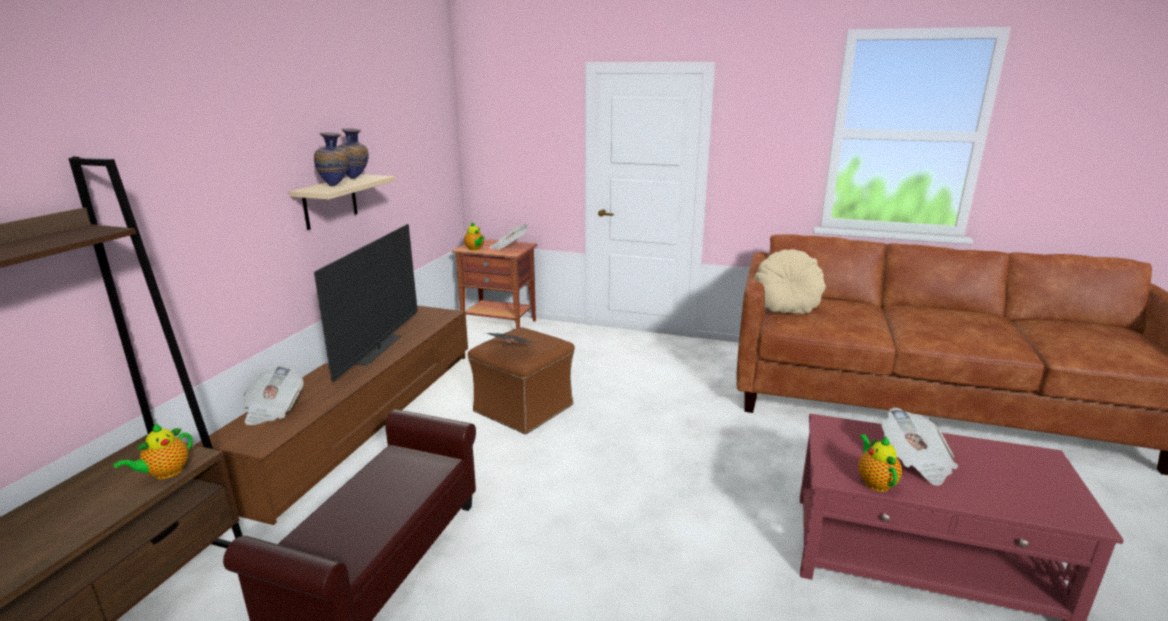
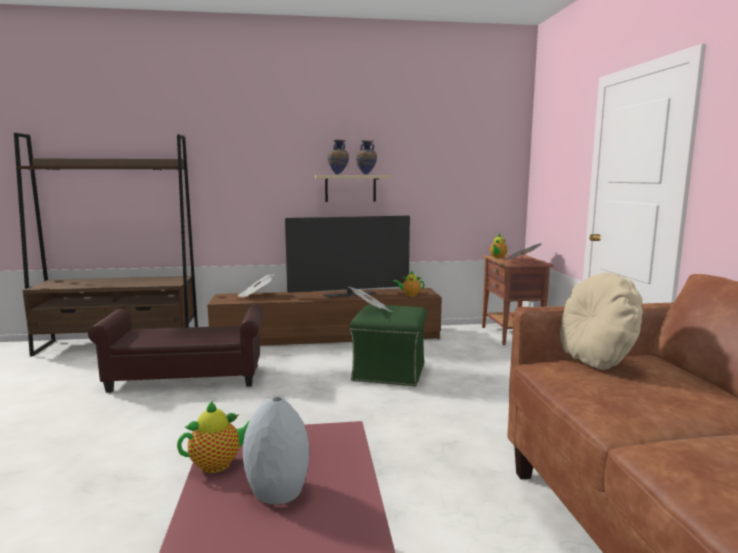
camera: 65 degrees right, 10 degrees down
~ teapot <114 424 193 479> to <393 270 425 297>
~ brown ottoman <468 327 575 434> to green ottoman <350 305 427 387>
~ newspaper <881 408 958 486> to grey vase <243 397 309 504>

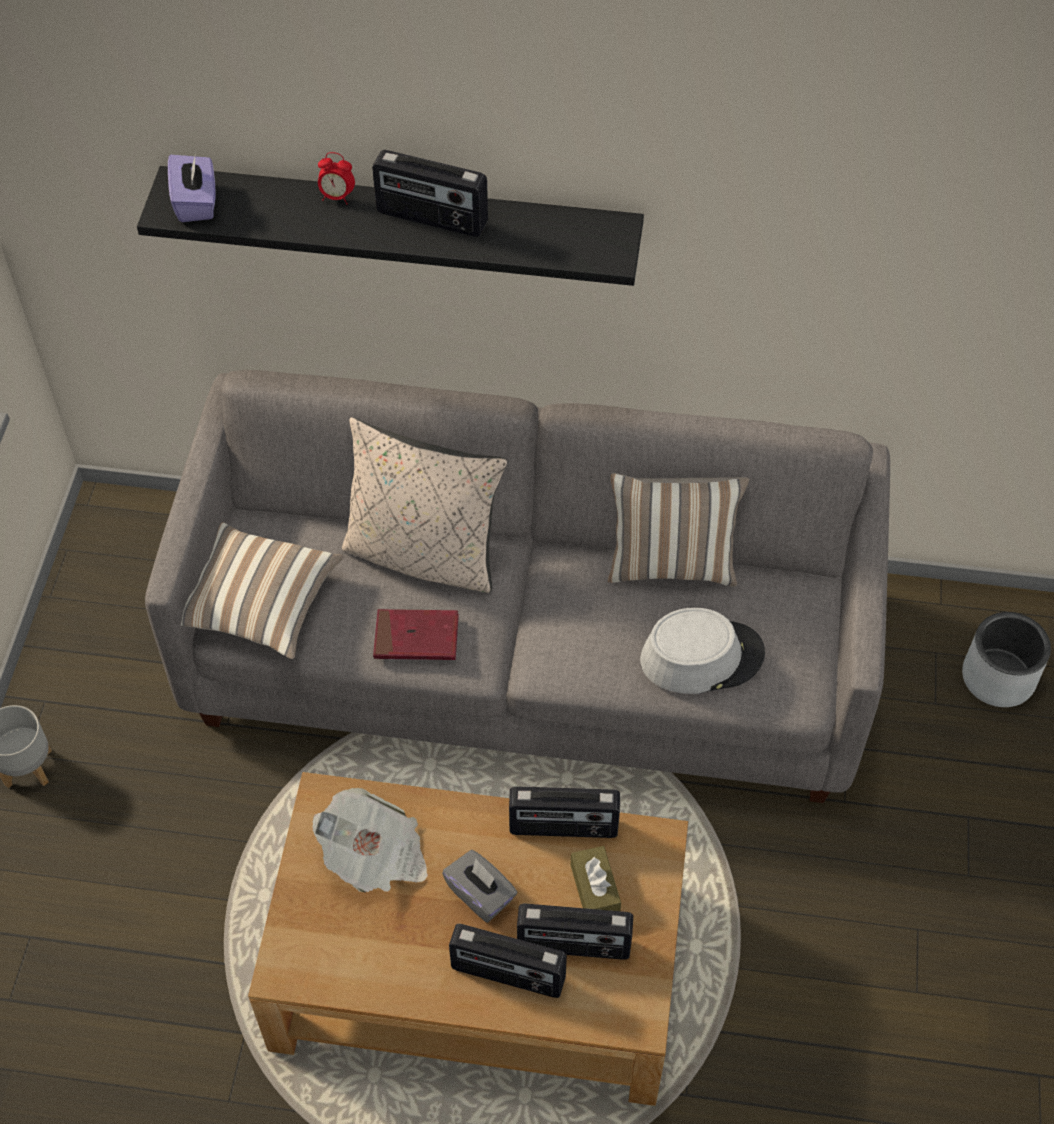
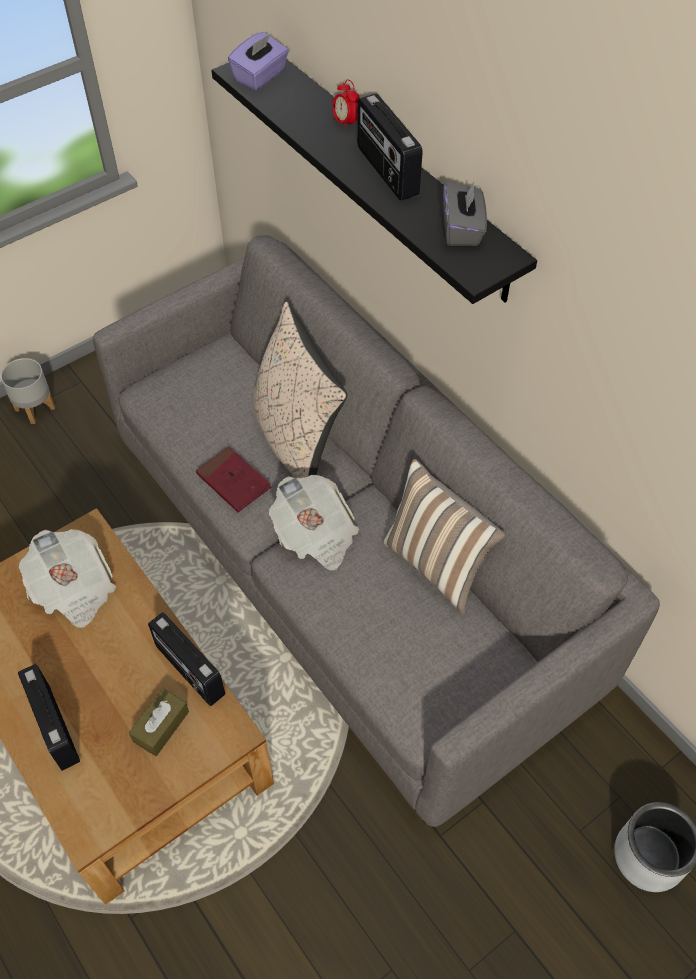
camera: 45 degrees right, 0 degrees up
- pillow <181 522 344 659>
~ grey tissue box <442 850 518 923> to <443 182 487 246>
- radio <517 904 633 960>
- grey hat <640 607 765 694>
+ newspaper <269 475 359 571>

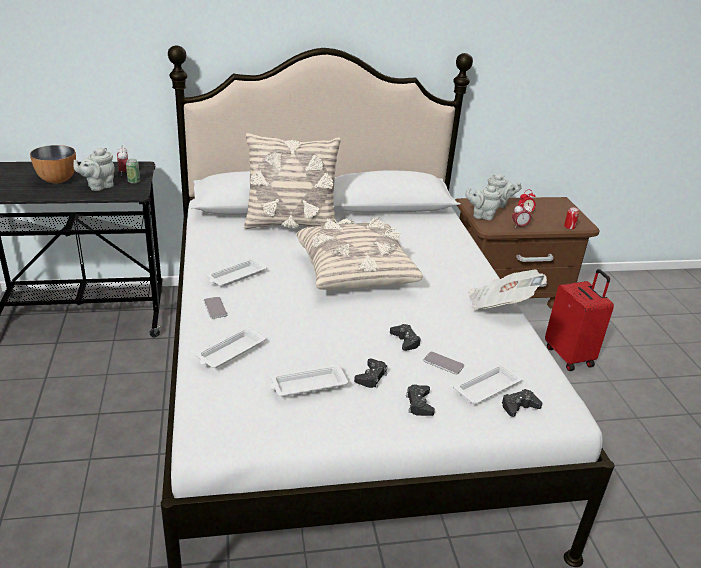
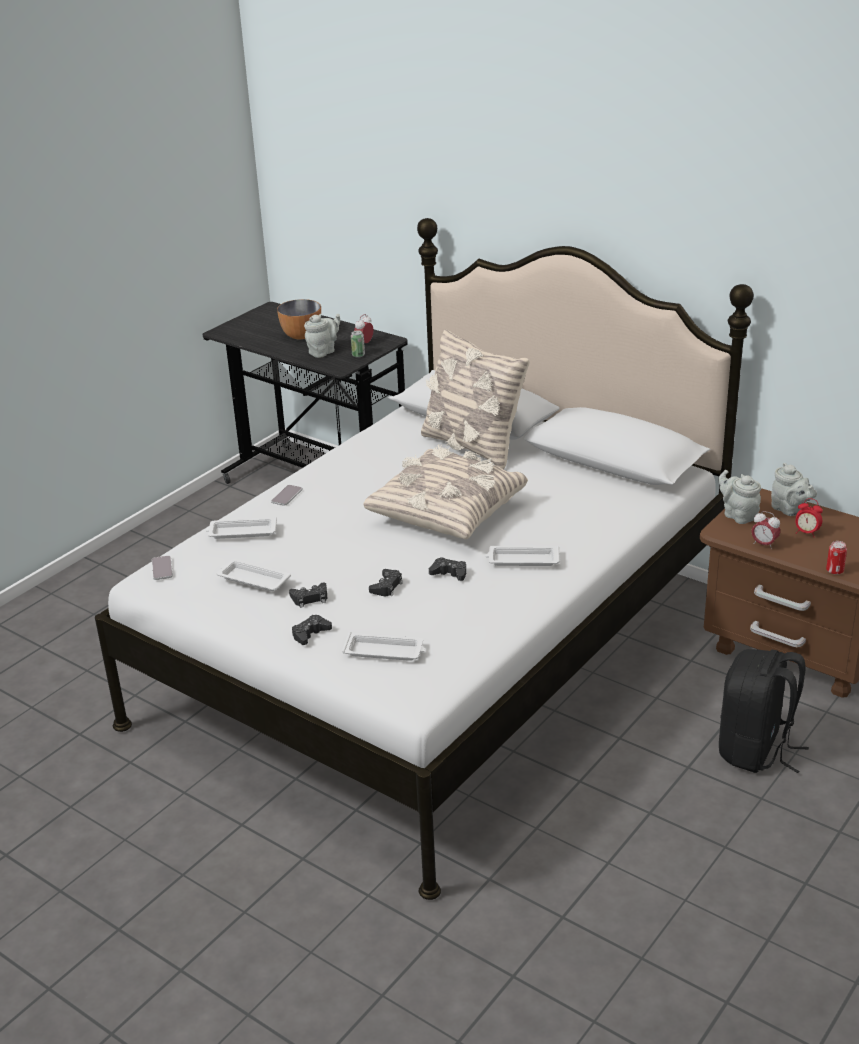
camera: 50 degrees right, 0 degrees up
~ grey teapot <73 147 115 191> = <304 314 340 358> 135 degrees clockwise
~ white tray <206 257 267 287> to <485 546 560 566>
~ phone <424 351 464 375> to <152 555 173 580>
- newspaper <468 270 547 310>
~ black game controller <502 389 543 417> to <429 557 466 581>
~ red suitcase <545 269 614 371> to black backpack <719 649 809 773>

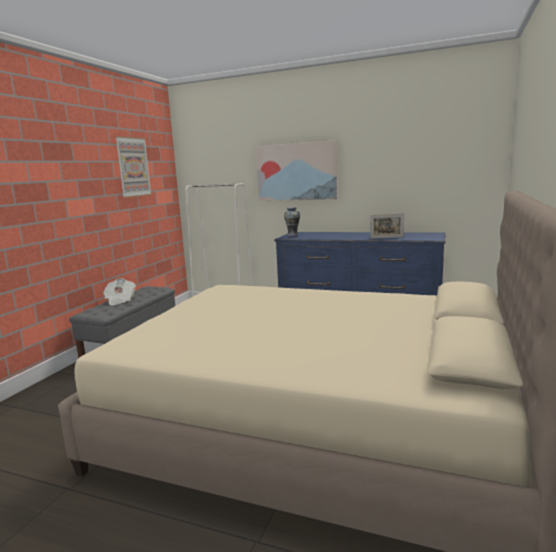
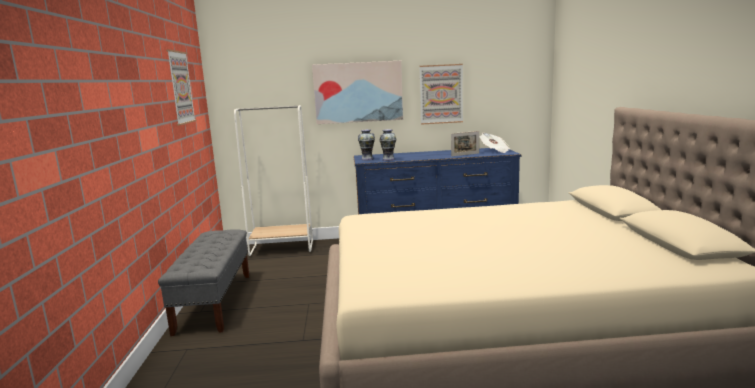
camera: 25 degrees left, 0 degrees up
~ newspaper <103 278 136 305> to <480 133 511 153>
+ vase <379 129 397 161>
+ picture <419 64 463 125>

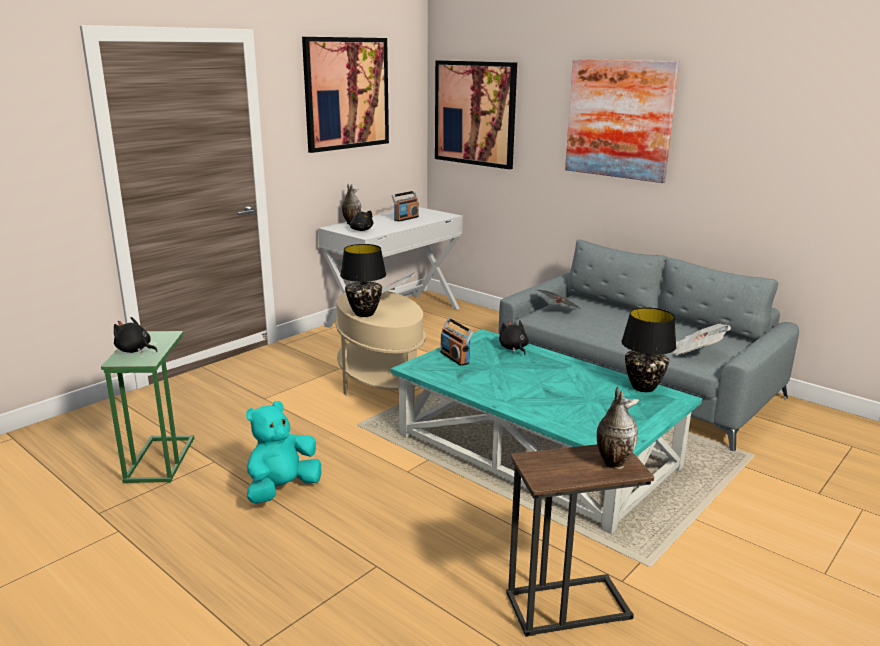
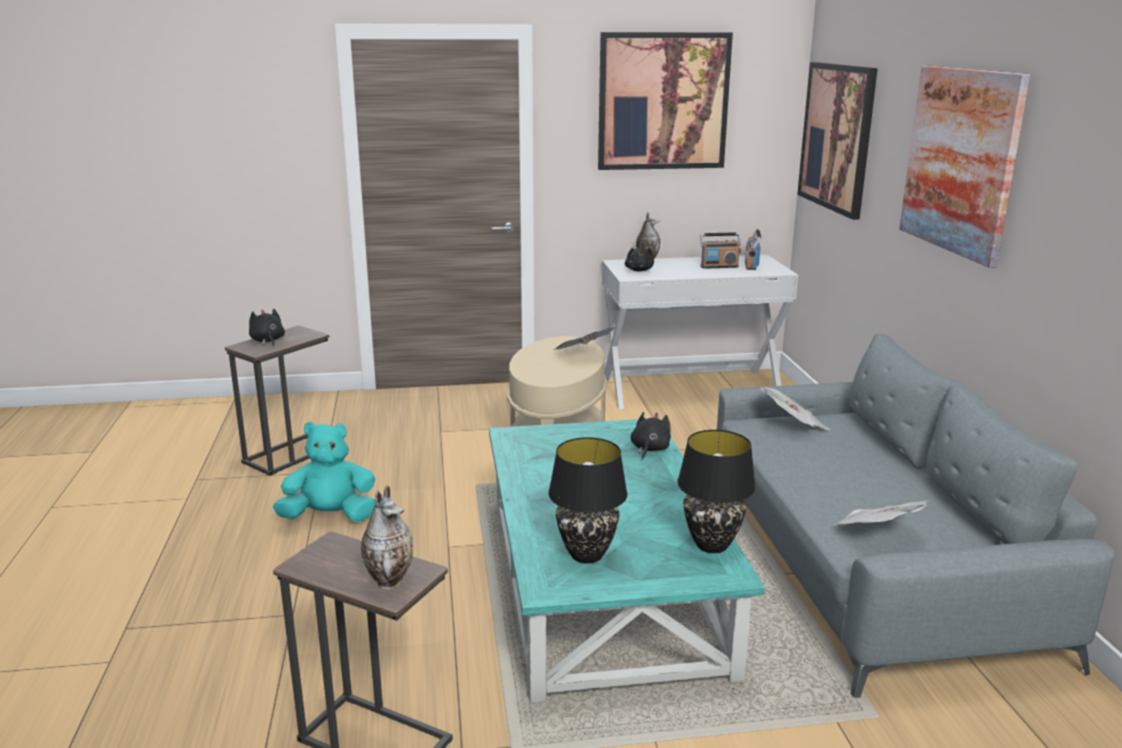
camera: 40 degrees right, 0 degrees up
~ green side table <101 331 194 483> to brown side table <225 325 329 476>
~ black table lamp <340 244 386 317> to <548 437 627 563>
~ radio <440 318 473 366> to <745 229 762 270>

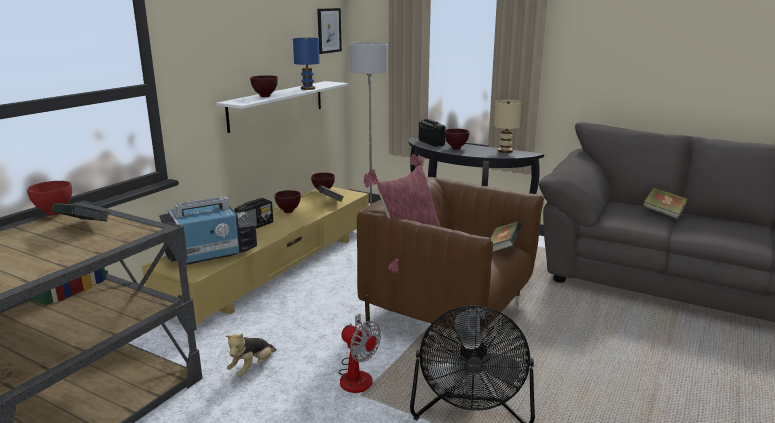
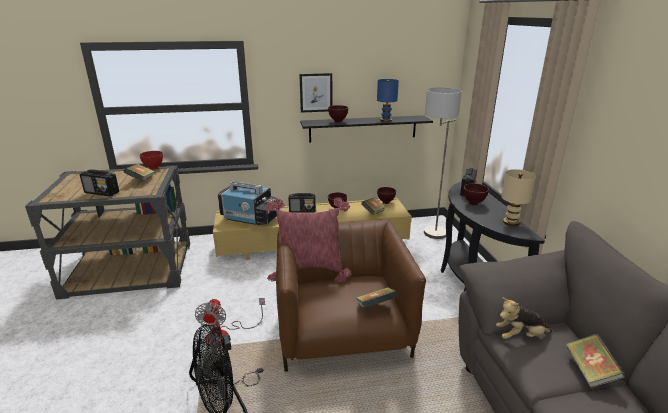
camera: 50 degrees right, 5 degrees up
~ white shelf <216 81 348 133> to black shelf <300 115 433 143>
~ plush toy <225 333 276 377> to <496 297 552 339>
~ picture <317 8 342 54> to <299 73 332 113>
+ radio <80 169 119 196>

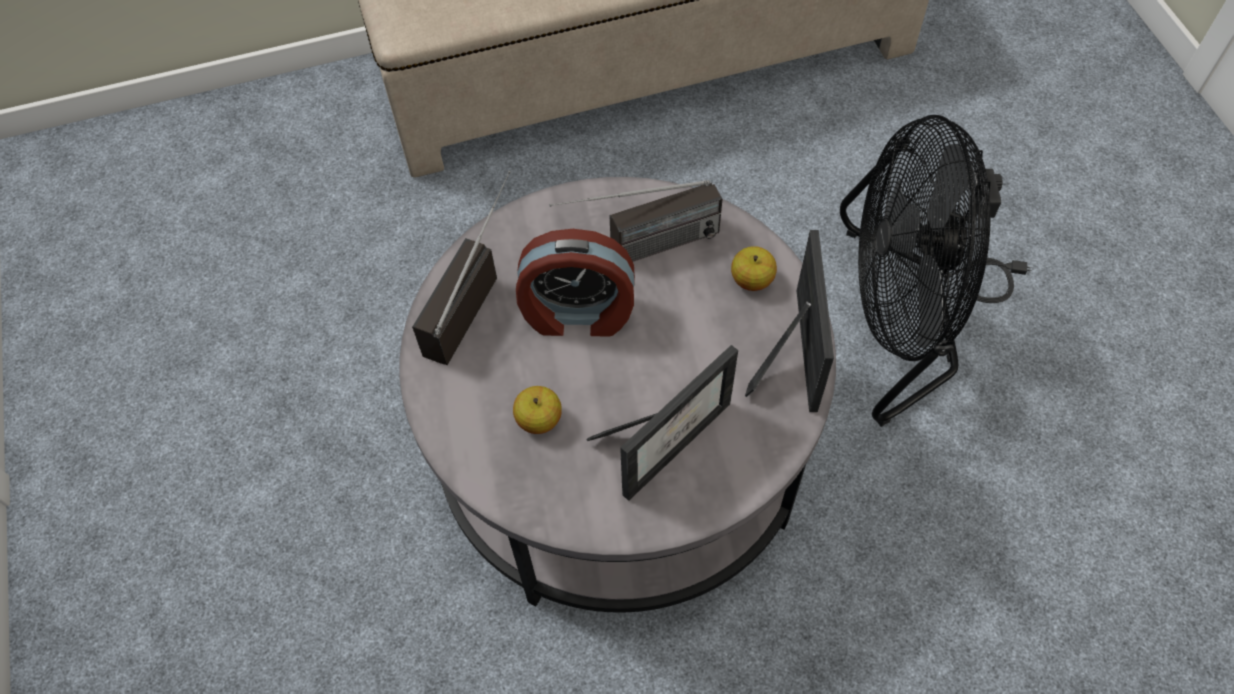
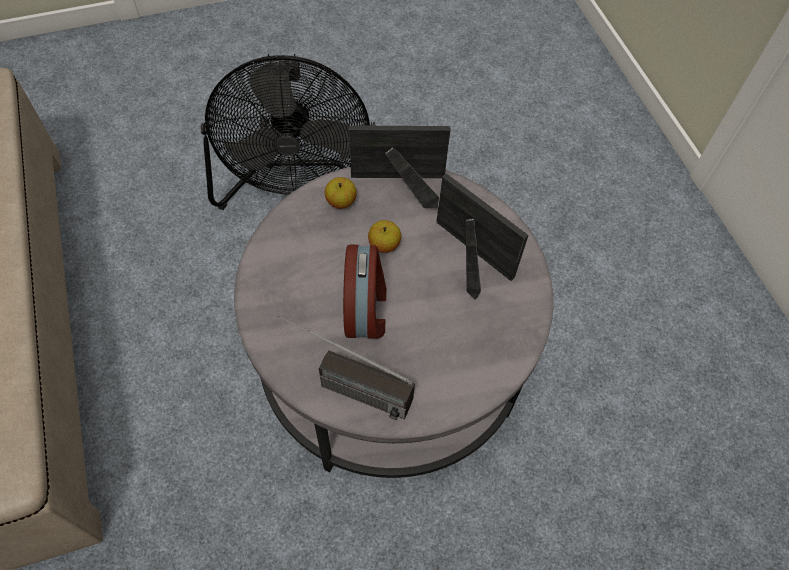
camera: 95 degrees left, 0 degrees up
~ apple <513 386 562 434> to <368 220 401 253>
- radio <549 180 723 261>

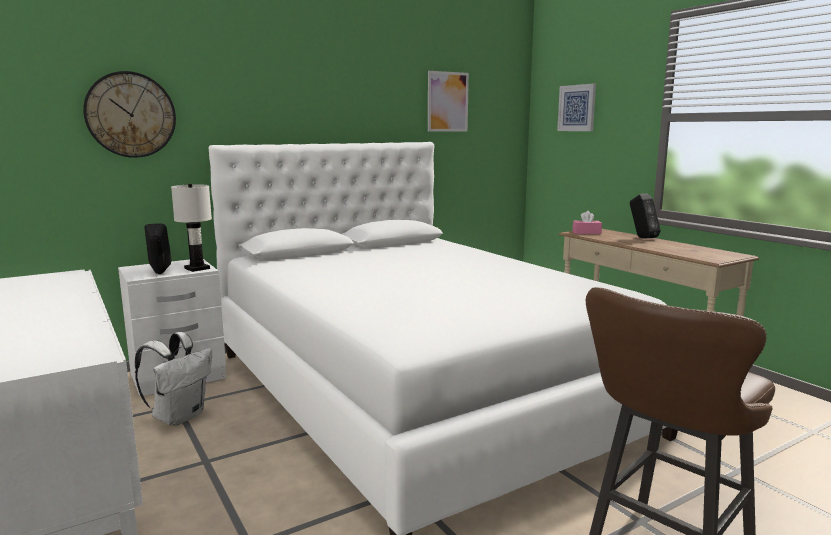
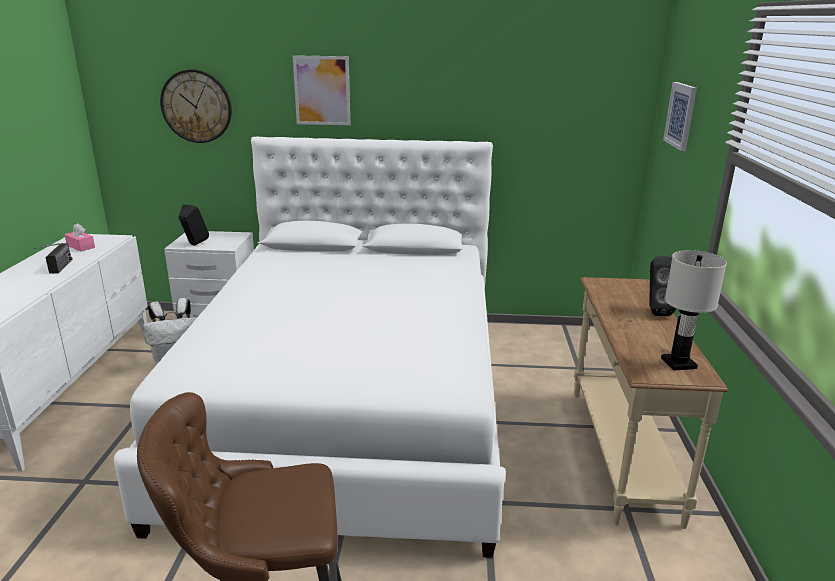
camera: 35 degrees right, 10 degrees up
~ white table lamp <171 184 212 272> to <661 250 727 371>
~ picture <428 71 469 132> to <293 55 350 125>
~ pink tissue box <572 211 602 234> to <64 223 95 252>
+ radio <34 243 73 273>

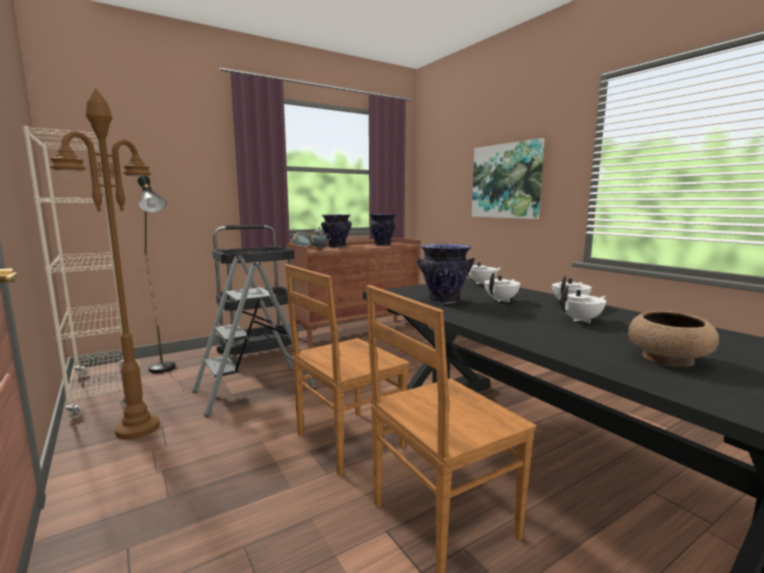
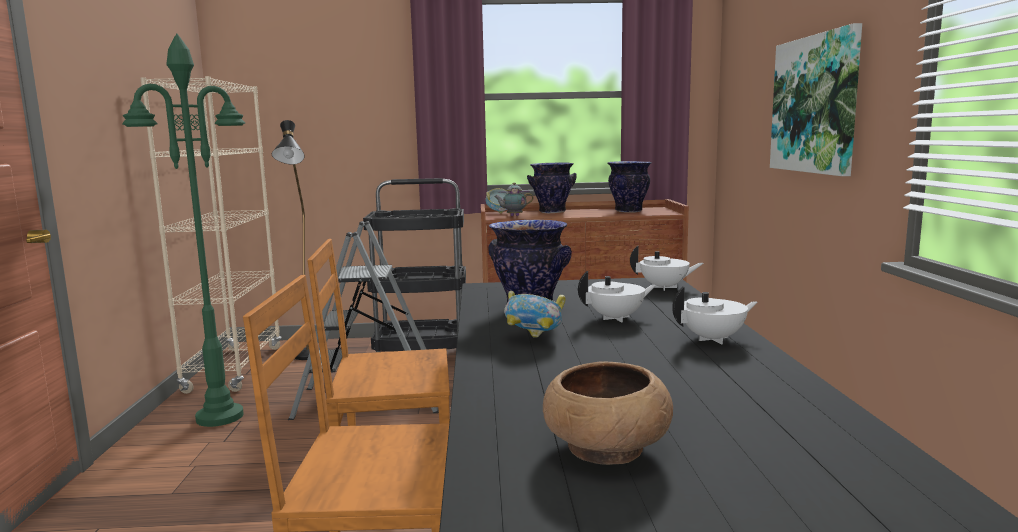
camera: 30 degrees right, 0 degrees up
~ brown floor lamp <50 88 159 440> to green floor lamp <122 33 245 427>
- white teapot <560 286 606 323>
+ bowl <504 291 566 338>

